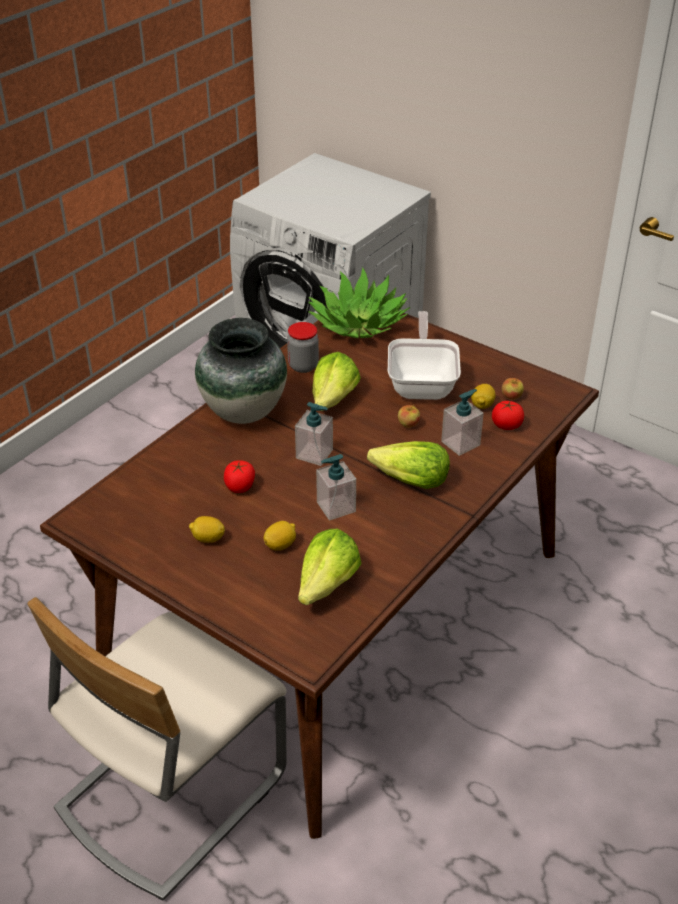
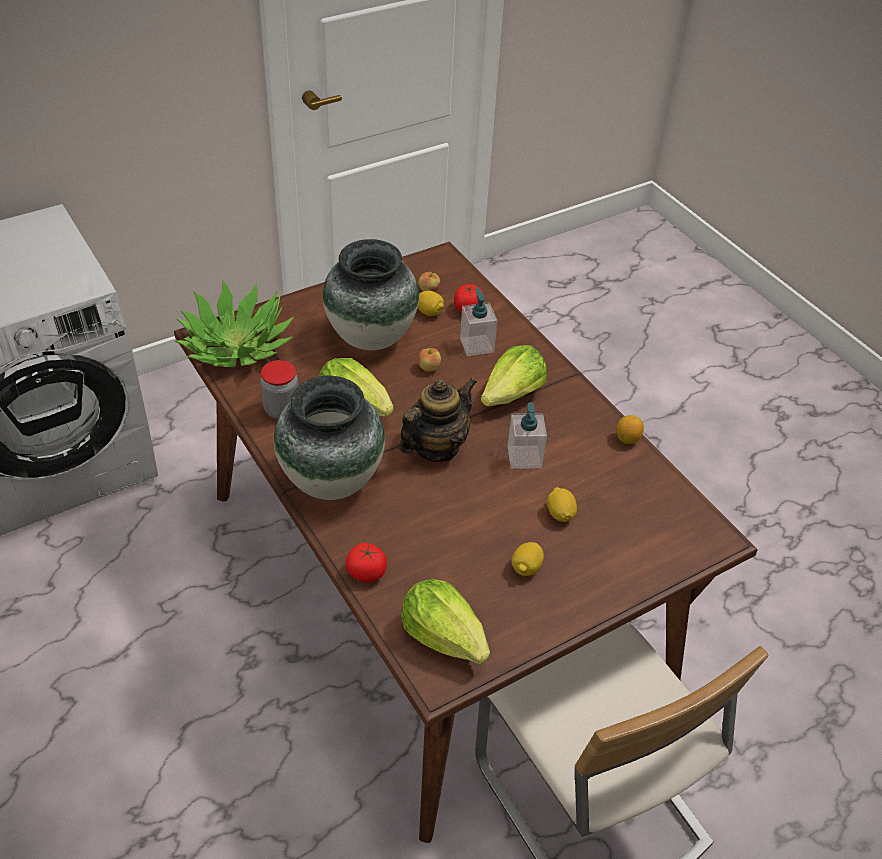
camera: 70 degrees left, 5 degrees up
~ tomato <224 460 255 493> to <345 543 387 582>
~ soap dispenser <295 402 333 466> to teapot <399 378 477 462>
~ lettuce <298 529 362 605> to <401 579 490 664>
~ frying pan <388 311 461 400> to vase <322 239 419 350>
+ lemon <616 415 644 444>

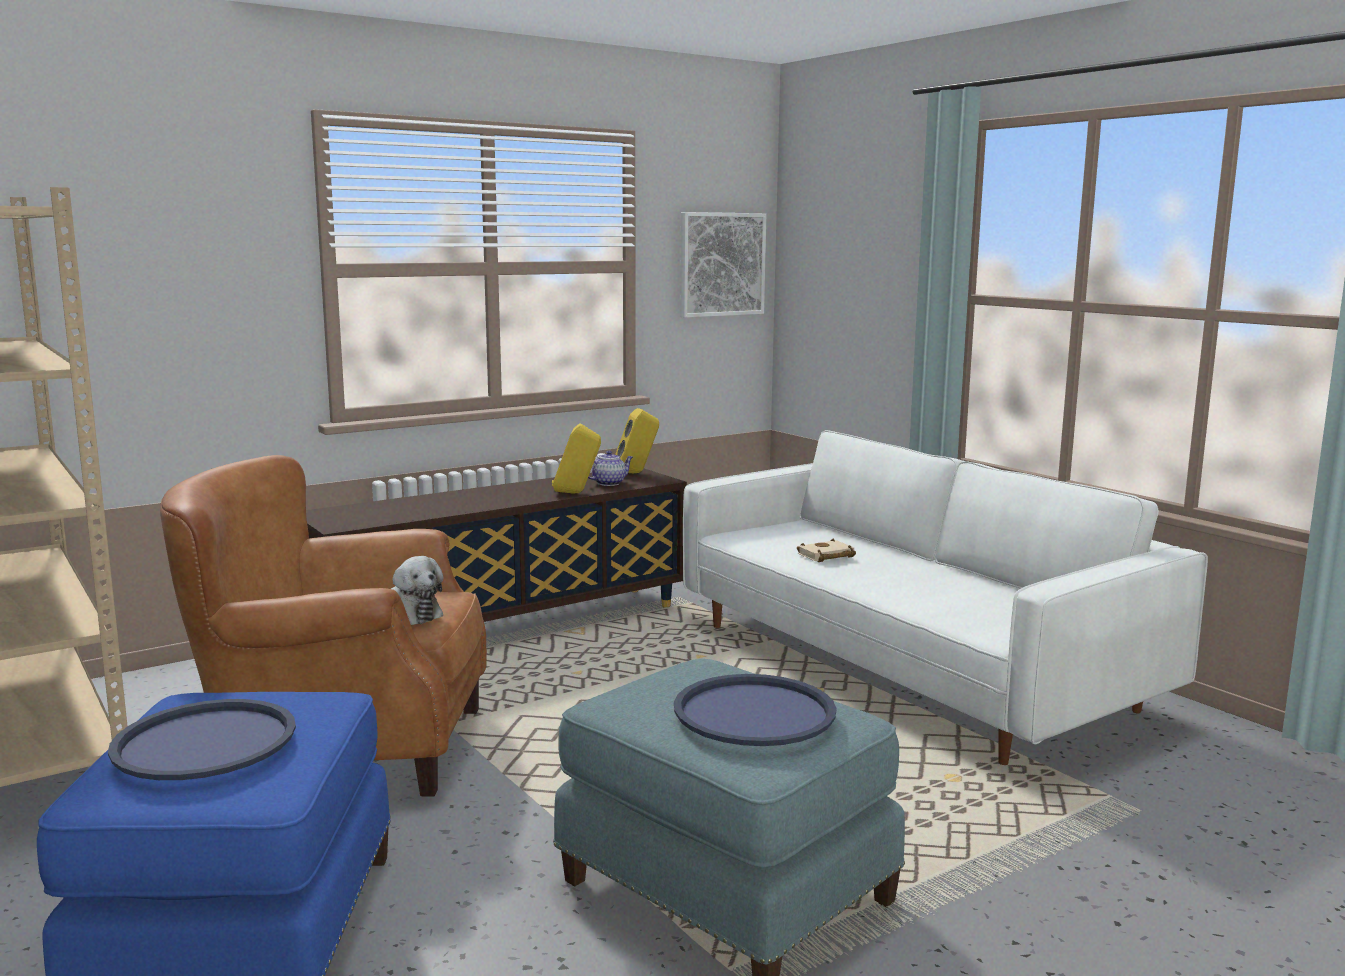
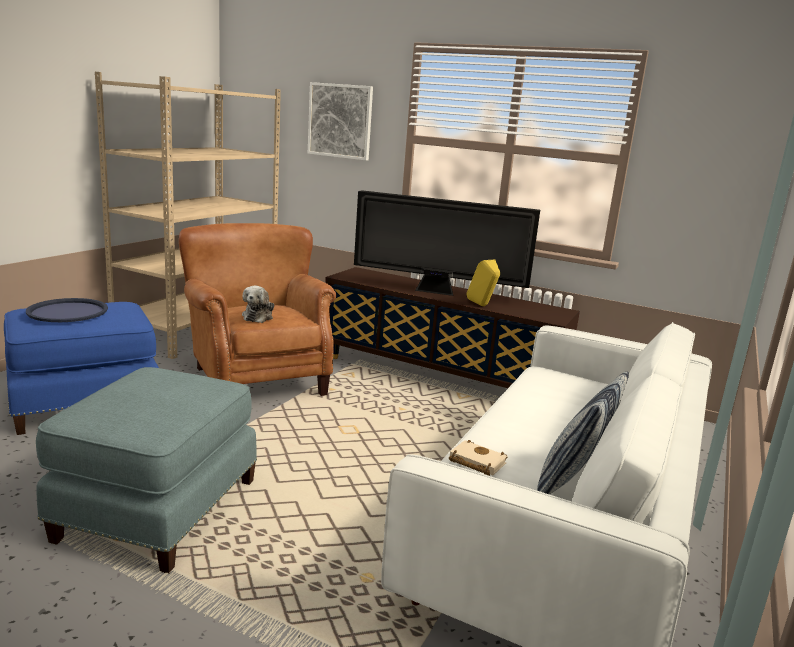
camera: 60 degrees right, 5 degrees up
- teapot <588 451 633 486>
- yellow speaker <615 408 659 473>
- blue tray <674 674 836 746>
~ picture <680 212 766 318> to <308 82 373 161>
~ beige book <797 538 856 562> to <449 440 507 476>
+ television <354 190 540 296>
+ pillow <537 371 629 495>

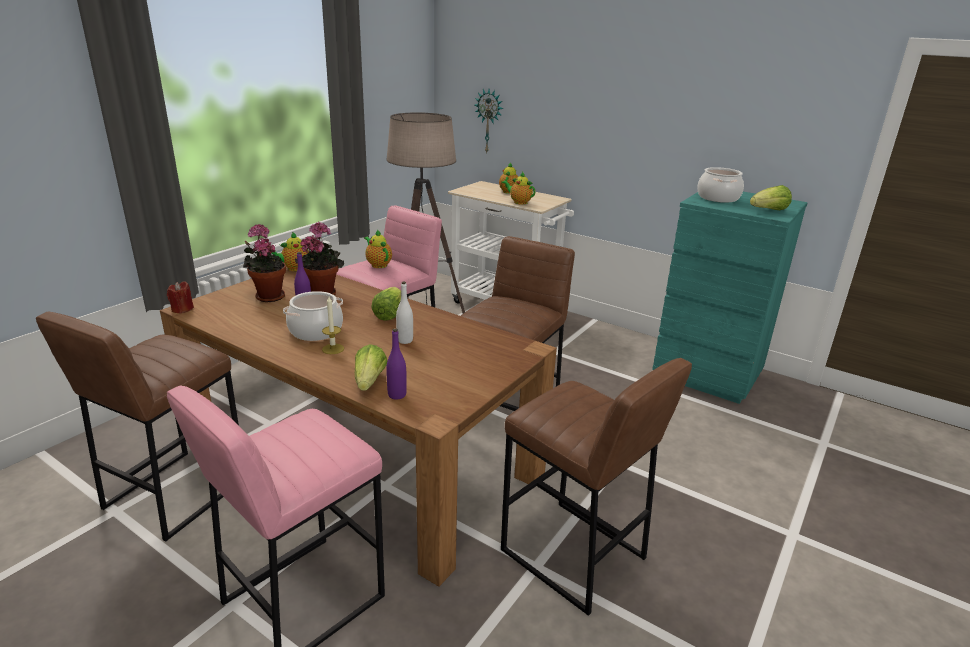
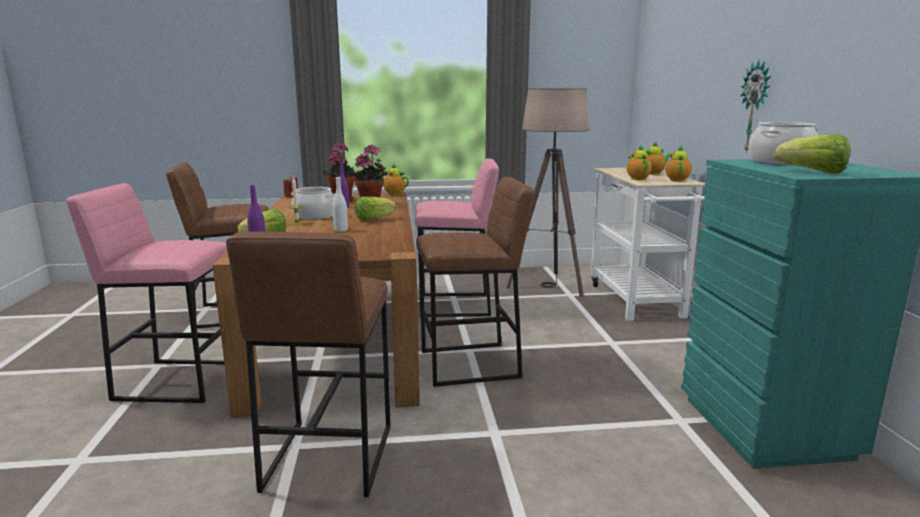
camera: 50 degrees right, 10 degrees down
~ teapot <364 229 392 268> to <666 146 691 182>
~ wall clock <475 89 503 154> to <741 60 771 152>

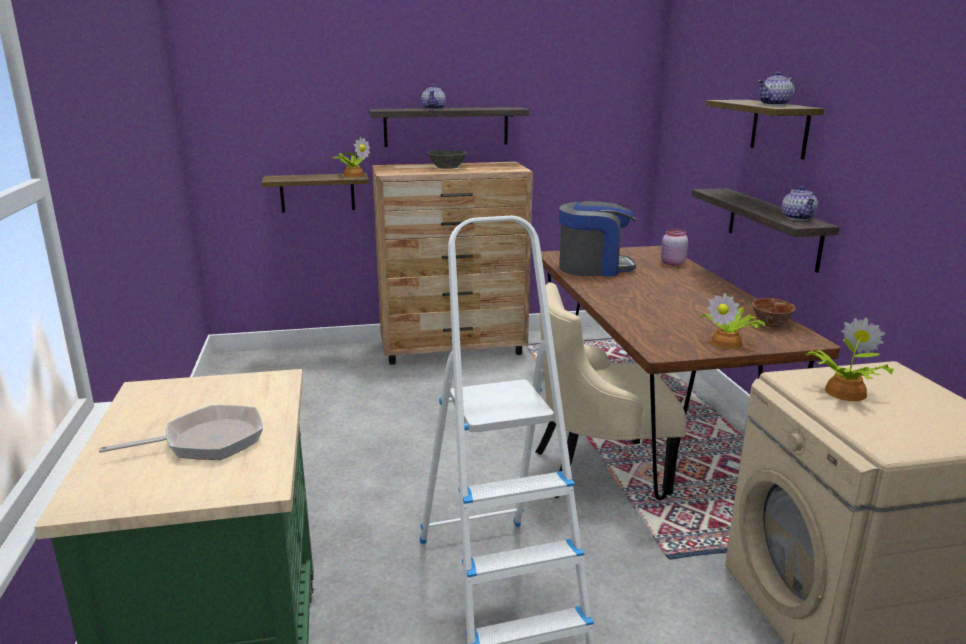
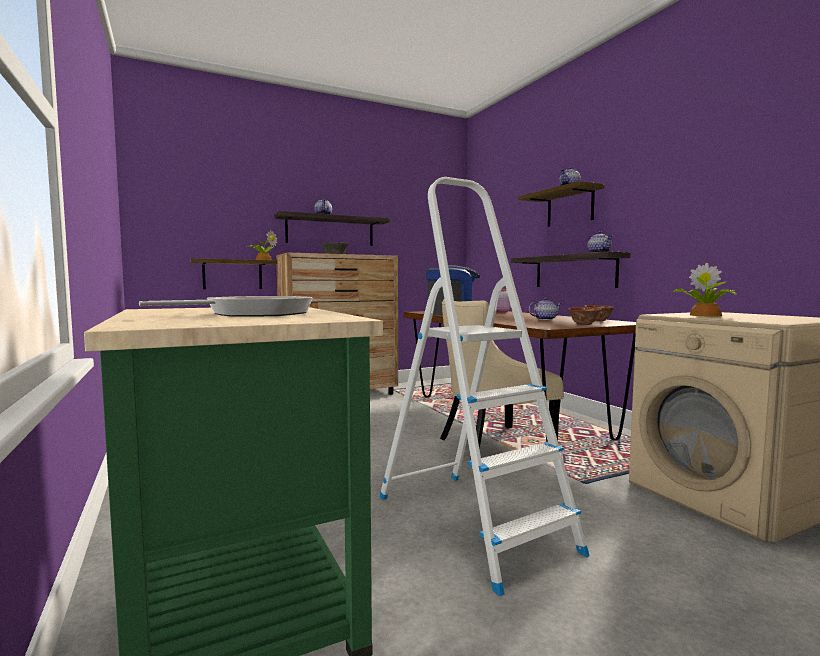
camera: 15 degrees left, 15 degrees down
~ potted plant <698 293 766 349> to bowl <568 307 602 325>
+ teapot <529 298 561 320>

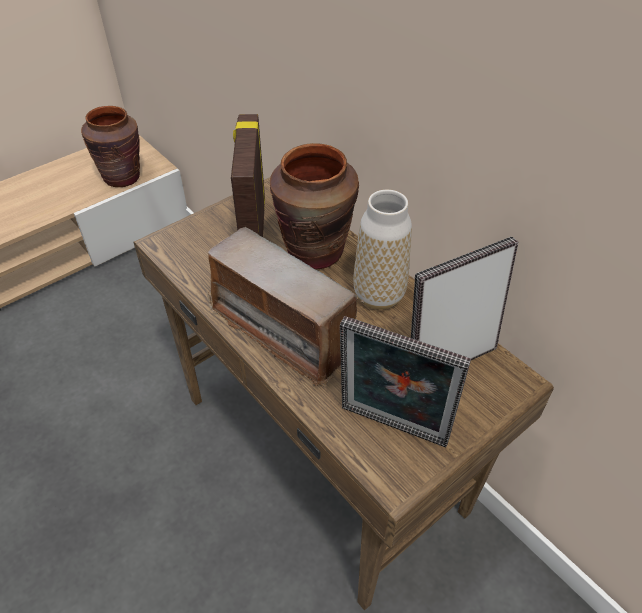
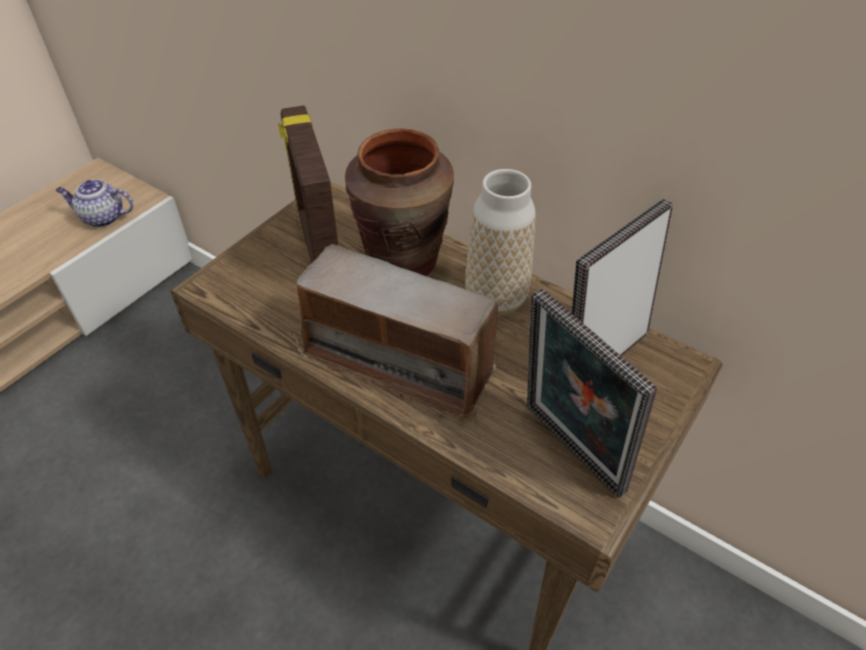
camera: 15 degrees left, 0 degrees up
~ brown vase <81 106 140 187> to teapot <56 179 134 227>
~ picture frame <340 316 471 447> = <527 288 657 498> 45 degrees clockwise

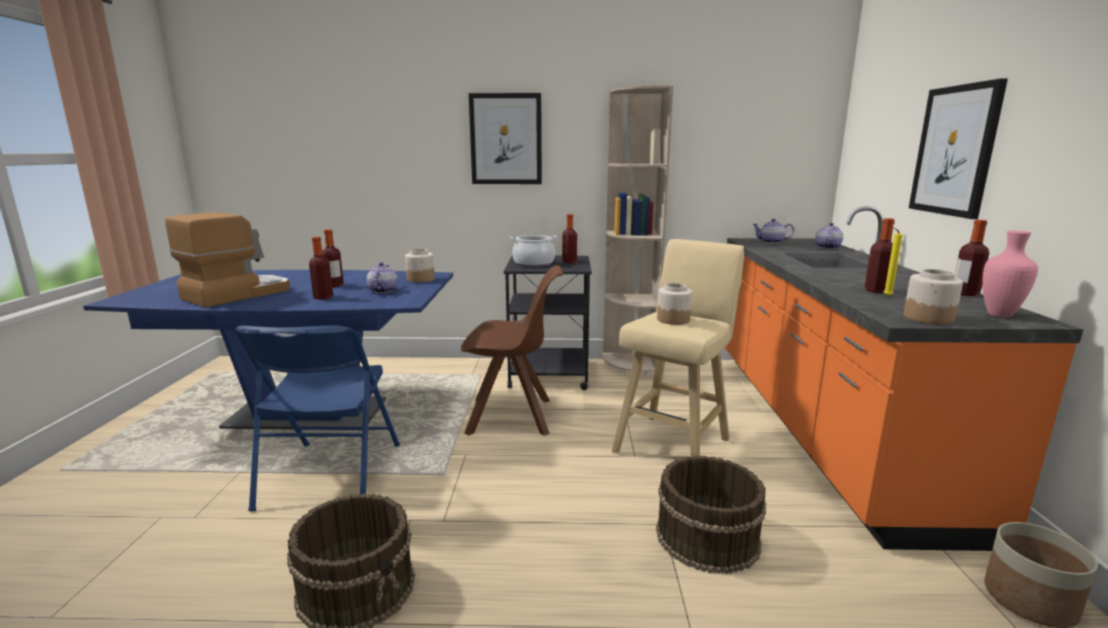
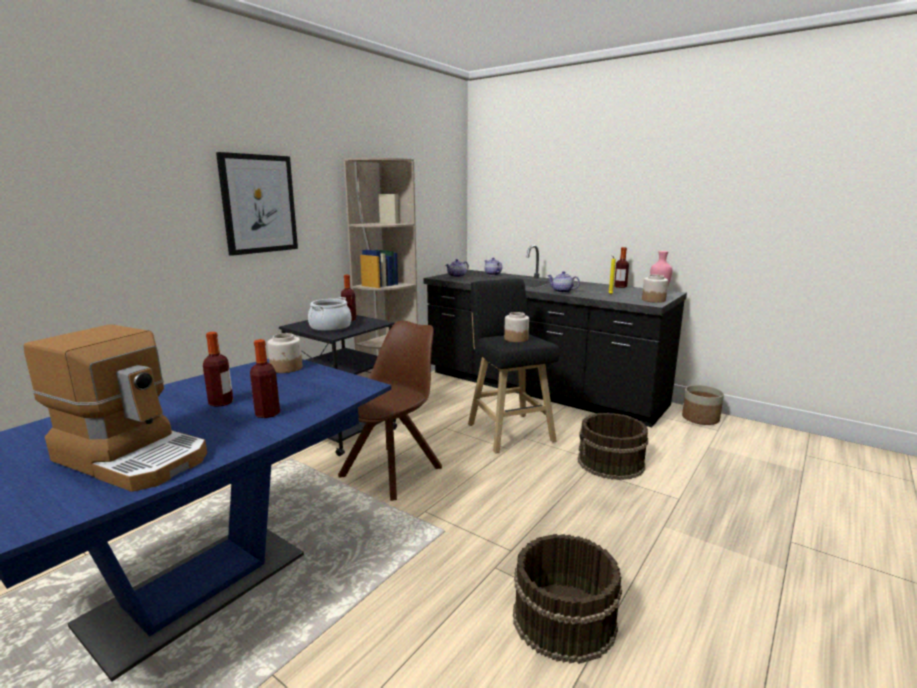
camera: 55 degrees left, 0 degrees up
~ coffee machine <165 212 290 308> = <23 325 207 492> 135 degrees clockwise
- blue chair <235 325 400 511>
~ teapot <367 262 397 293> to <547 271 580 293>
~ beige stool <612 239 744 457> to black stool <468 279 560 453>
~ orange counter <724 206 1083 551> to black counter <423 245 687 427>
- bottle <865 218 895 293>
- picture <909 78 1008 219>

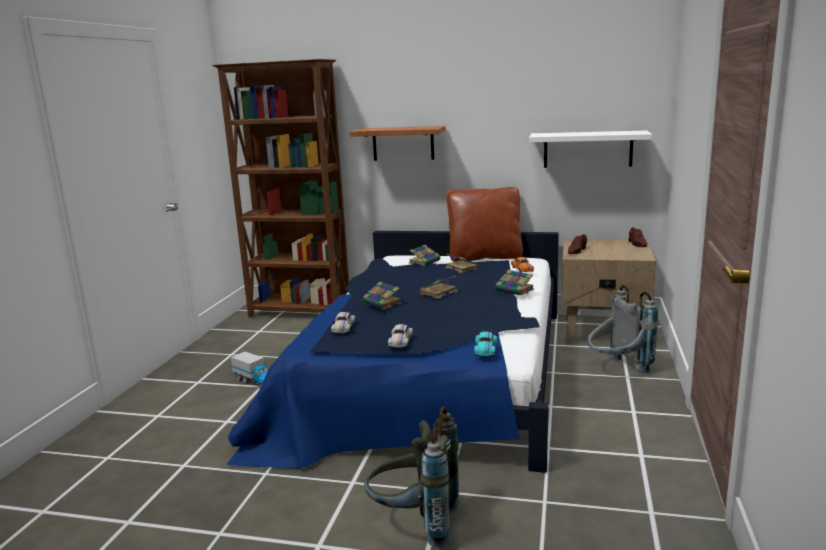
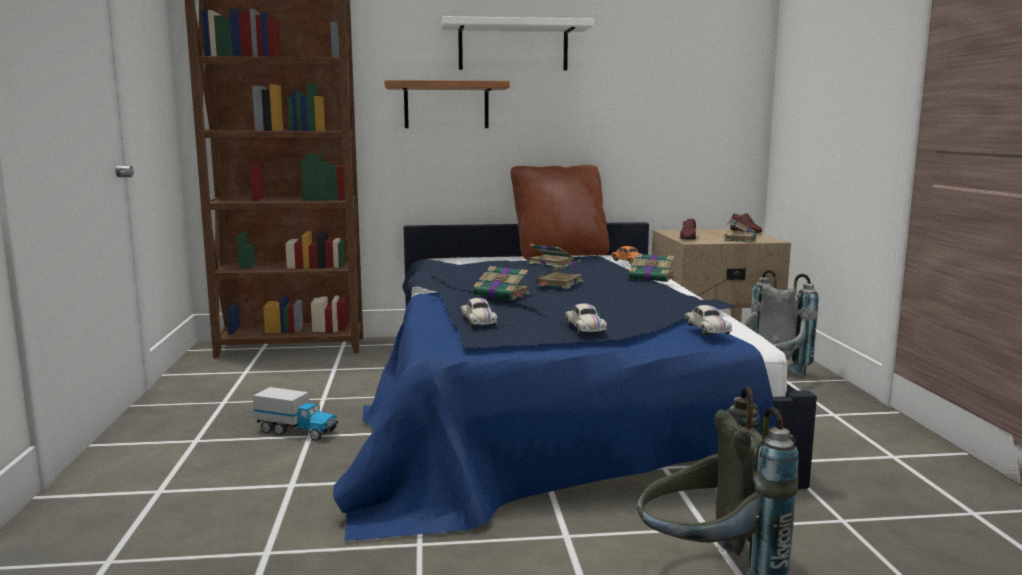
camera: 20 degrees left, 5 degrees down
~ book <409 245 440 266> to <724 219 756 242>
~ turquoise toy car <474 332 497 356> to white toy car <685 305 732 335>
~ white shelf <529 130 652 168> to <441 16 594 71>

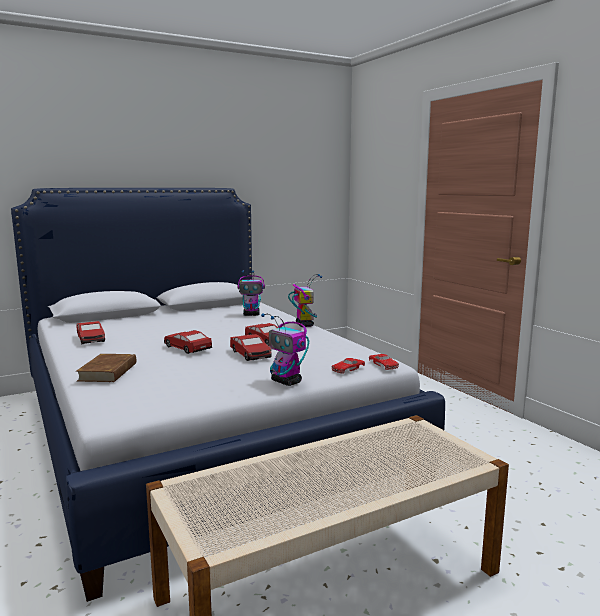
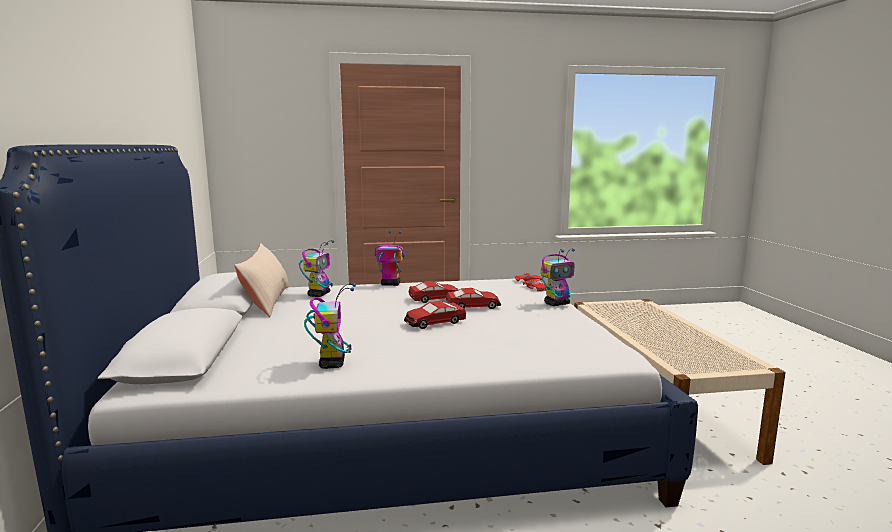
camera: 70 degrees left, 0 degrees up
- brown book <76 354 136 382>
~ toy car <77 321 105 344> to toy robot <304 283 356 369>
+ beige pillow <234 243 289 317>

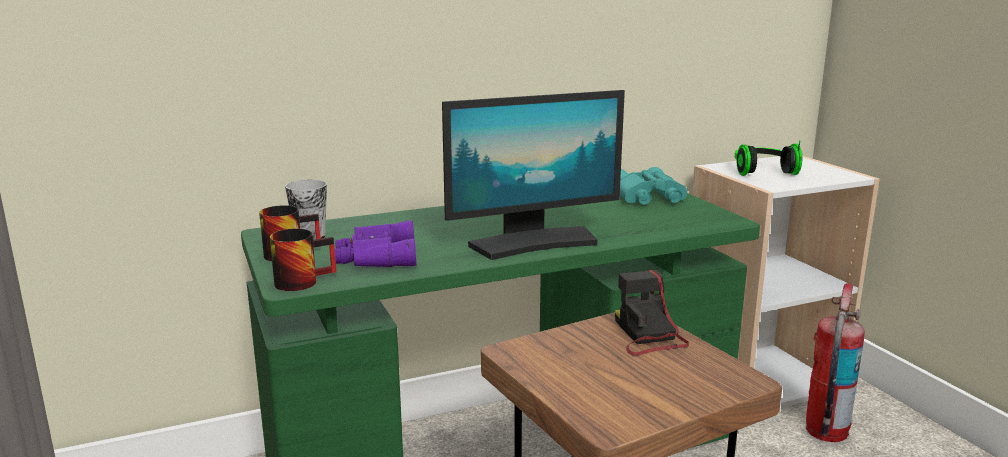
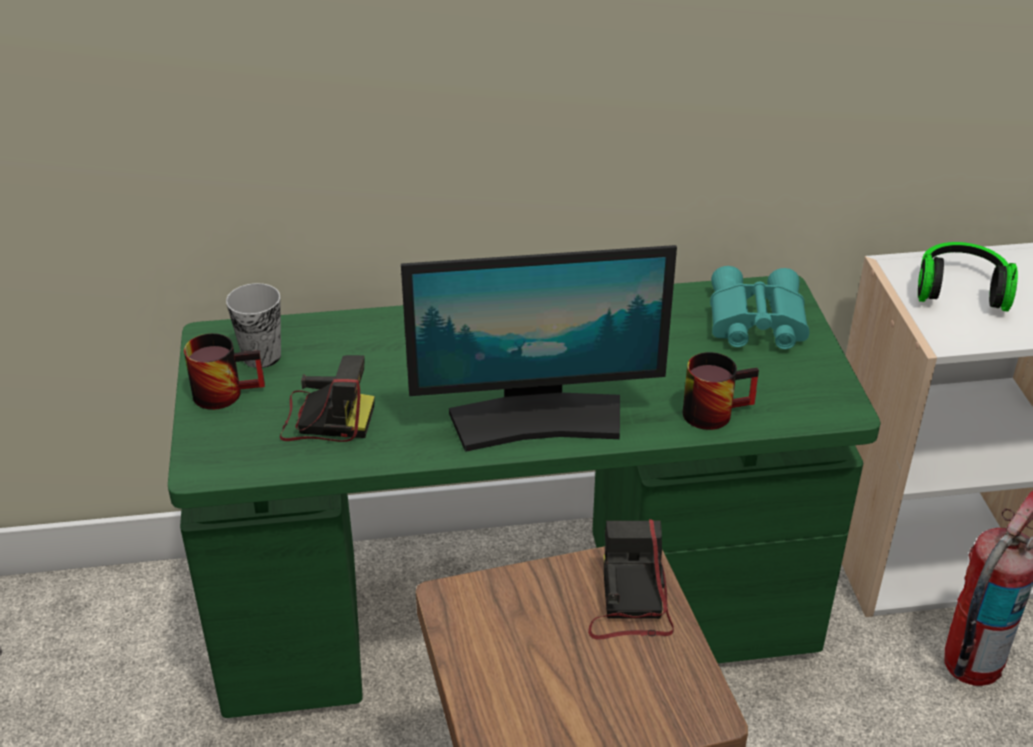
camera: 15 degrees right, 20 degrees up
~ mug <270 229 336 291> to <682 352 759 430>
~ purple binoculars <334 220 417 267> to photo camera <280 355 375 442>

